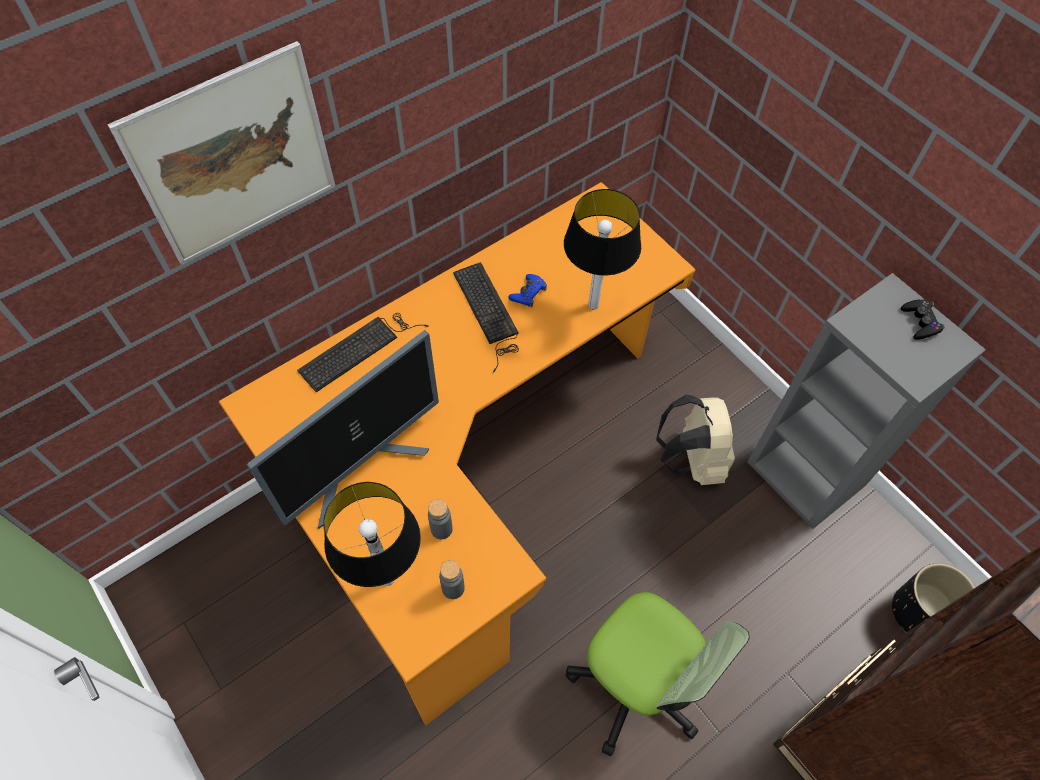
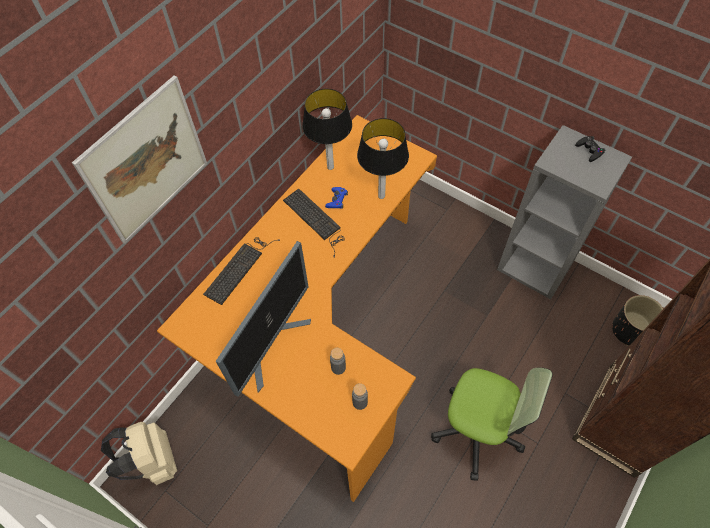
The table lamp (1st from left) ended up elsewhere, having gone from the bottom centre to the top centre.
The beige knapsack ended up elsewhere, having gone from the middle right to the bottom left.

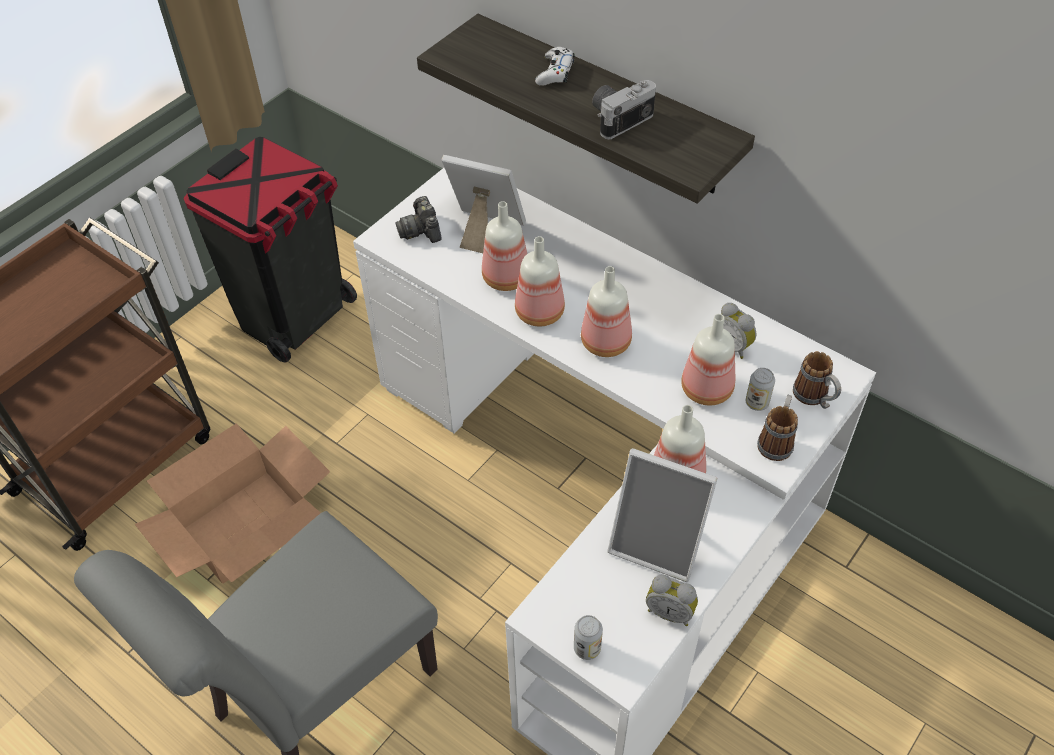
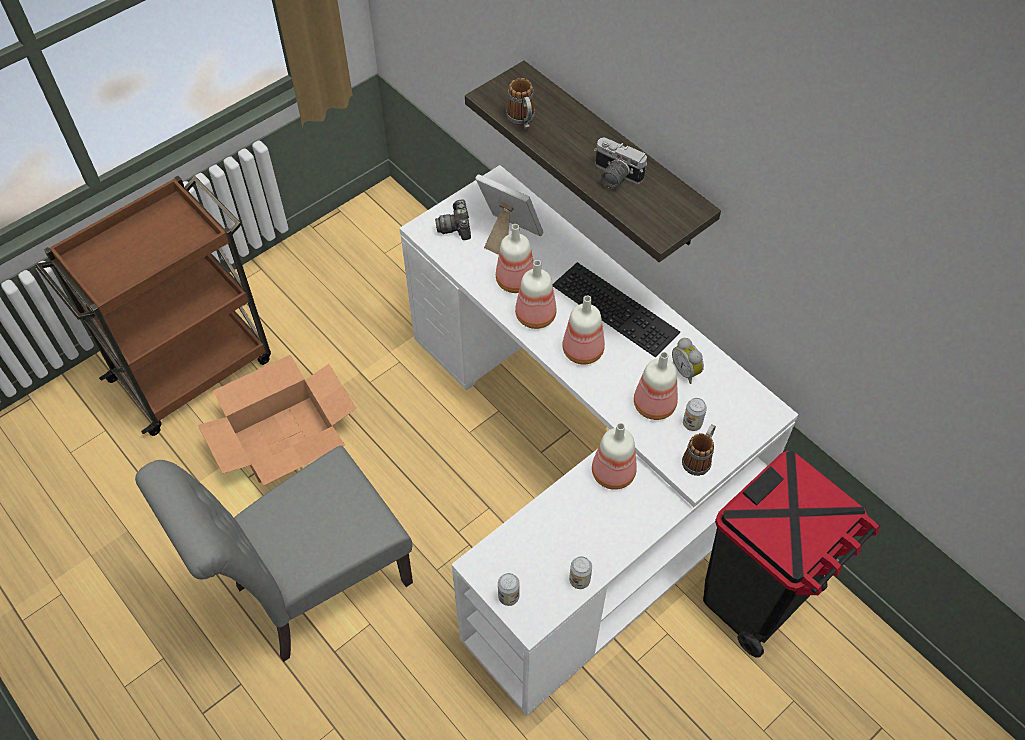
The black-coloured trash can ended up elsewhere, having gone from the top left to the bottom right.
The second view lost the whitish joypad at the top centre.
The still camera (2nd from left) at the top centre ended up facing another way, 120 degrees counterclockwise from before.
The second view lost the picture frame (2nd from left) at the bottom centre.
Where the table clock (1st from left) stood at the bottom centre, the can (2nd from left) came to stand at the bottom centre.
The tea mug (2nd from left in the first image) ended up elsewhere, having gone from the middle right to the top centre.
The second view gained the keyboard at the centre.

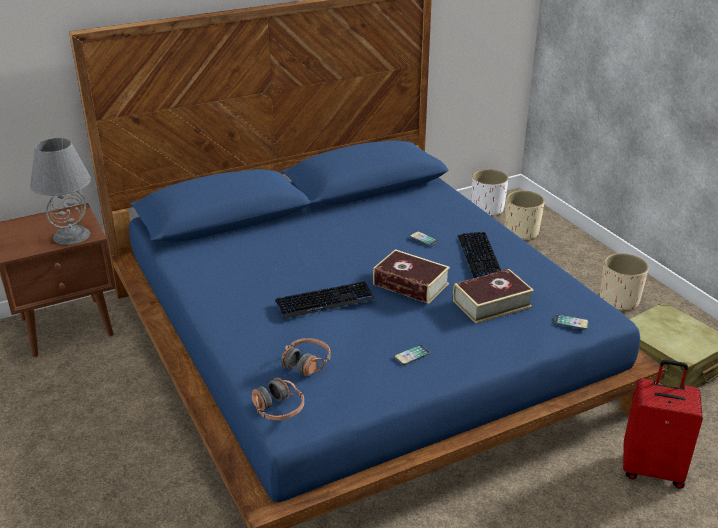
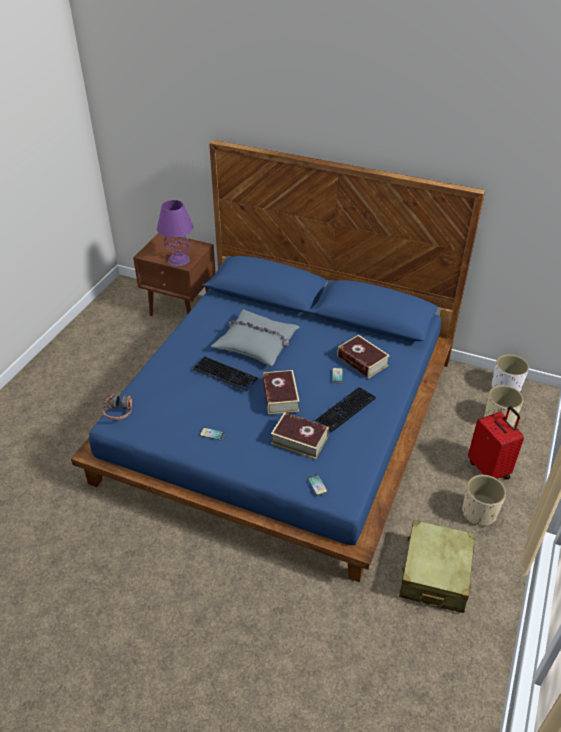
What was the gray table lamp at the middle left turned into the purple-coloured table lamp at the top left.
The second view lost the headset (2nd from left) at the bottom centre.
The reddish piece of luggage ended up elsewhere, having gone from the bottom right to the middle right.
The second view gained the gray throw pillow at the centre.
The second view gained the book (3rd from left) at the centre.

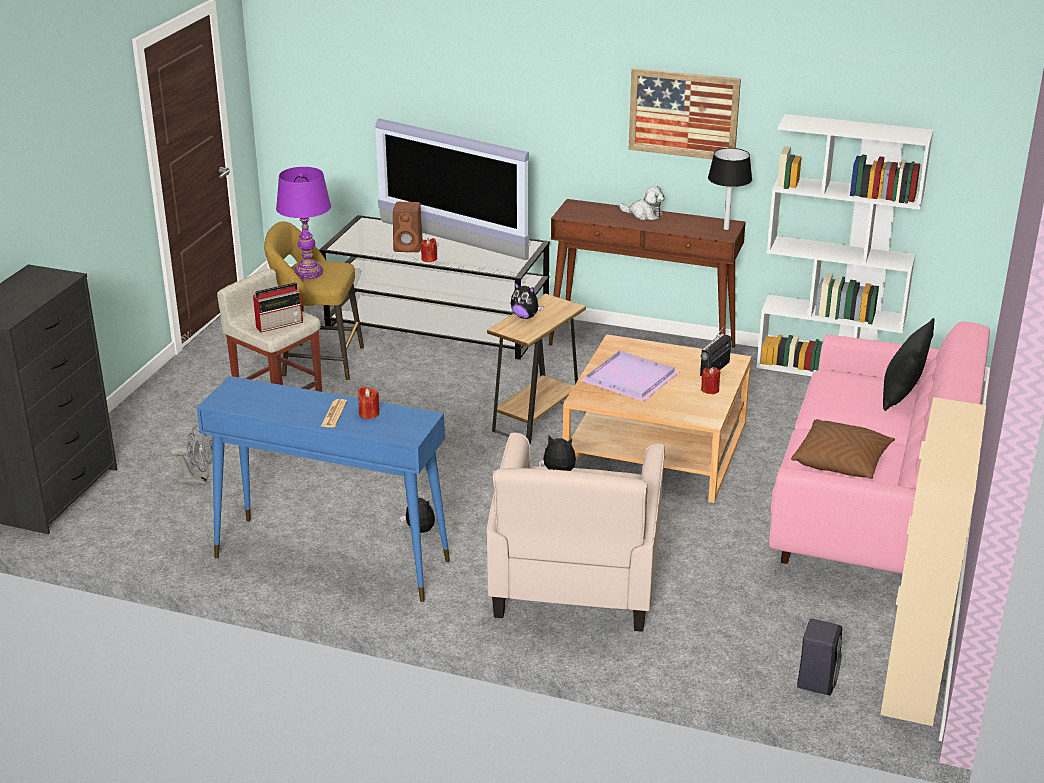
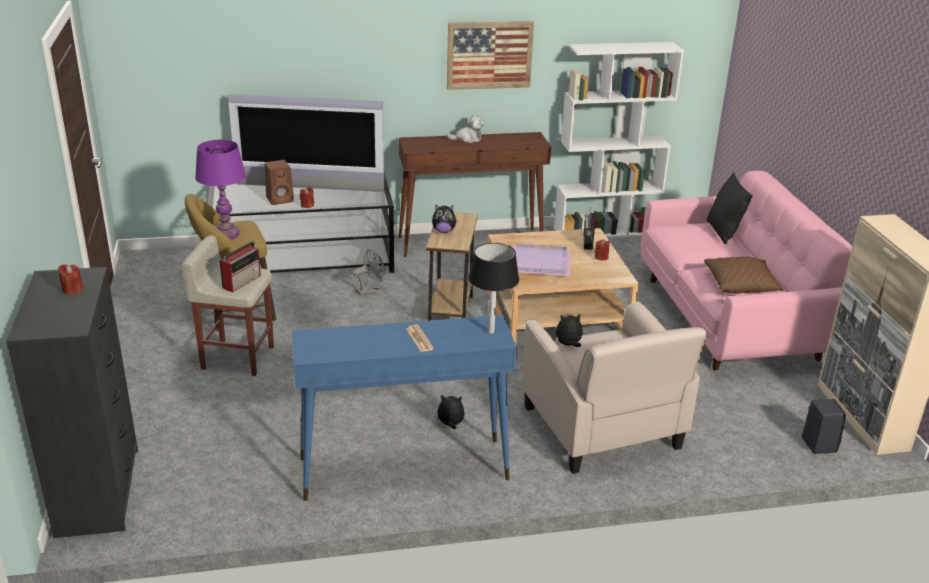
The gray electric fan ended up elsewhere, having gone from the middle left to the centre.
The reddish wax candle (1st from left) ended up elsewhere, having gone from the centre to the middle left.
The black-coloured table lamp ended up elsewhere, having gone from the top right to the centre.

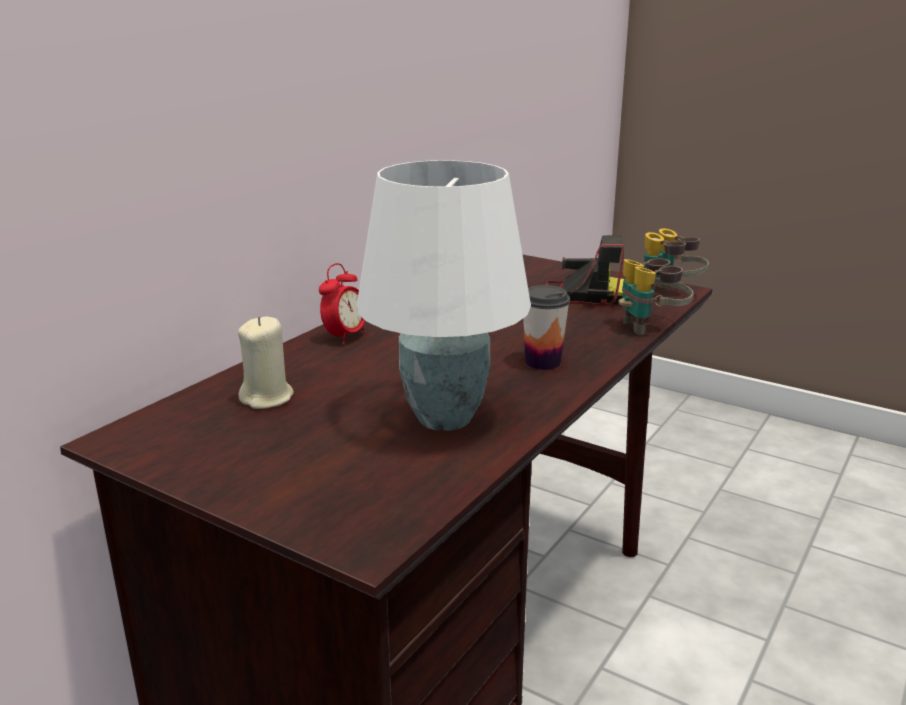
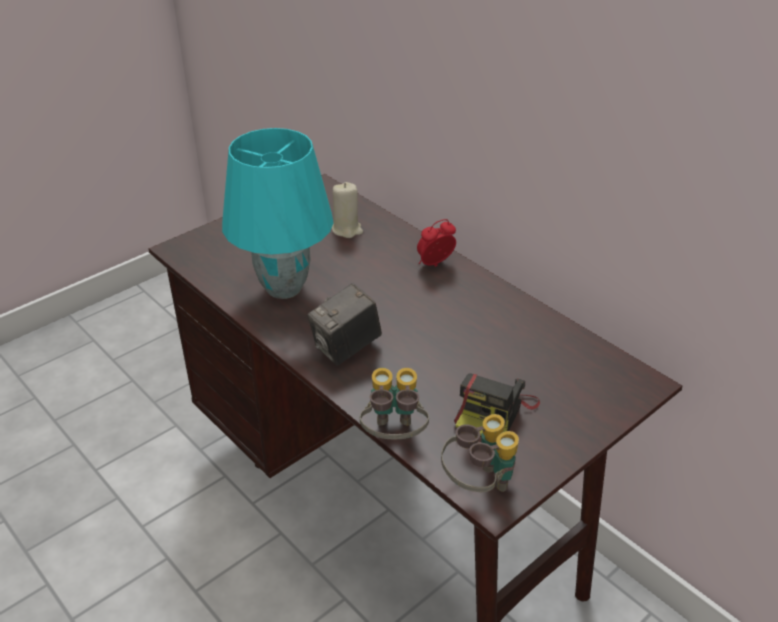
The table clock at the centre ended up facing another way, 105 degrees clockwise from before.
What was the whitish table lamp at the centre turned into the blue-green table lamp at the centre.
Where the drinking cup stood at the centre, the still camera (1st from left) came to stand at the centre.

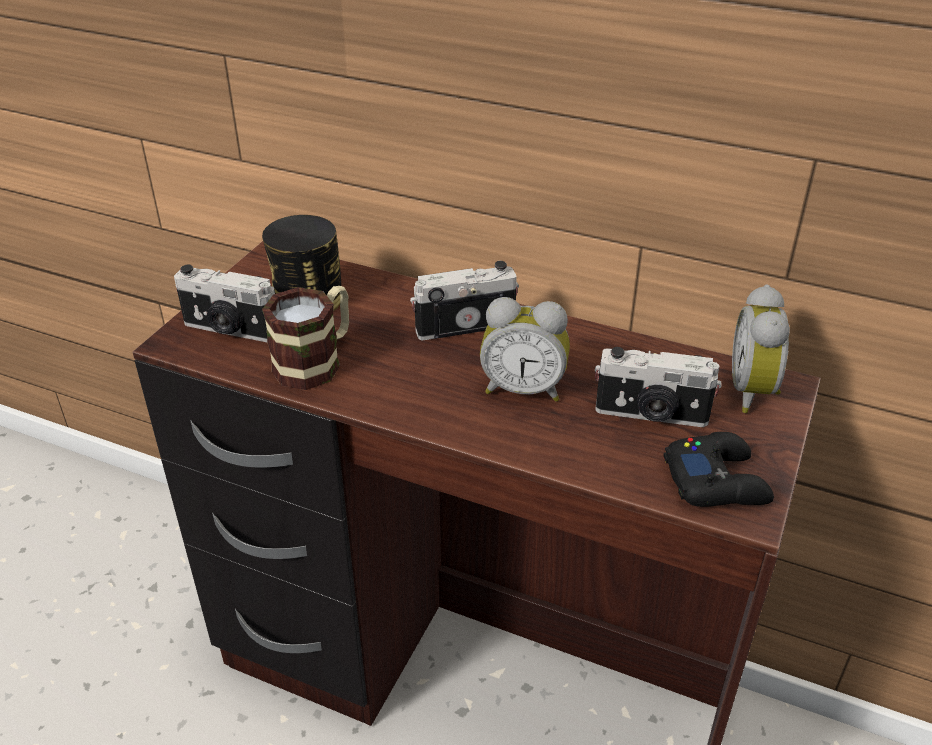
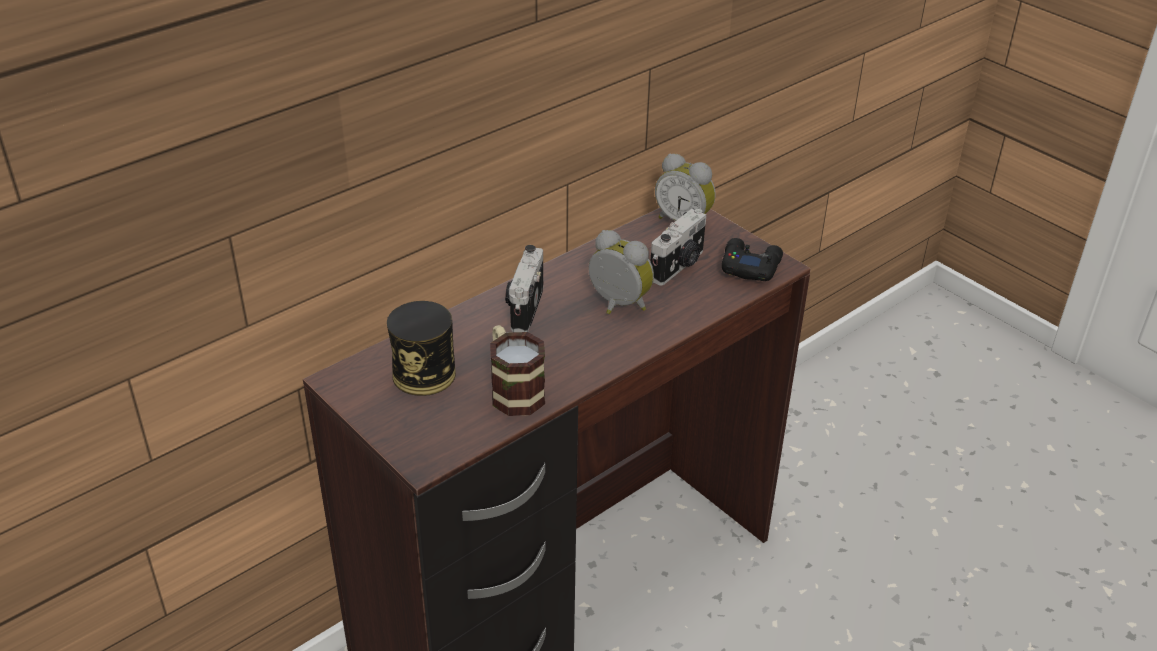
The second view lost the still camera (1st from left) at the middle left.
The table clock (1st from left) at the centre ended up facing another way, 90 degrees counterclockwise from before.

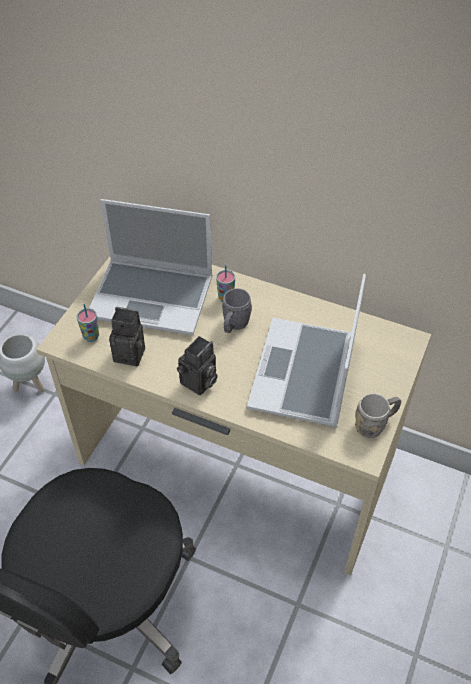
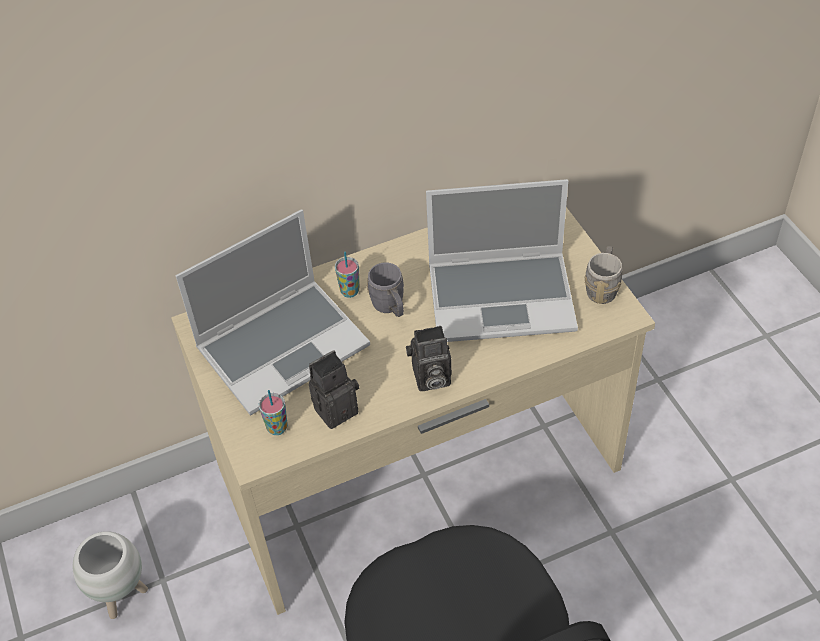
The still camera (2nd from left) at the centre ended up facing another way, 90 degrees clockwise from before.
The notebook computer (2nd from left) at the centre ended up facing another way, 60 degrees counterclockwise from before.

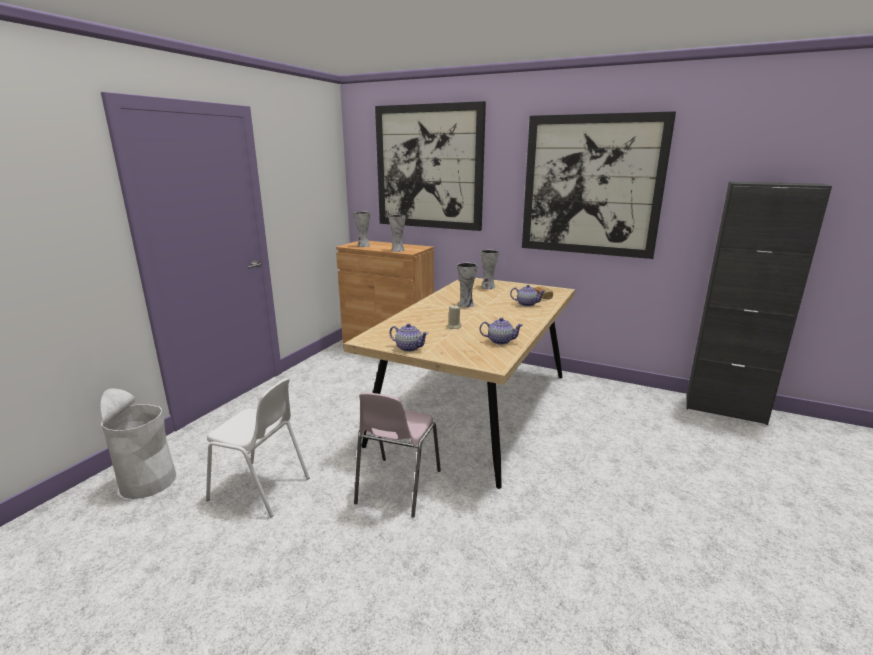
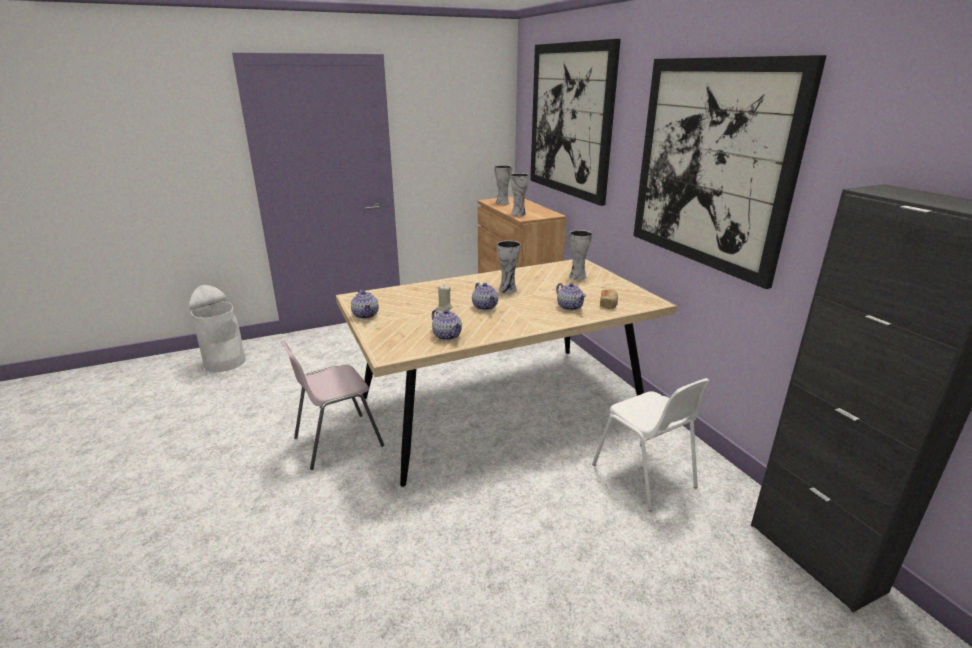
The whitish chair ended up elsewhere, having gone from the bottom left to the bottom right.
The second view gained the teapot (3rd from left) at the centre.

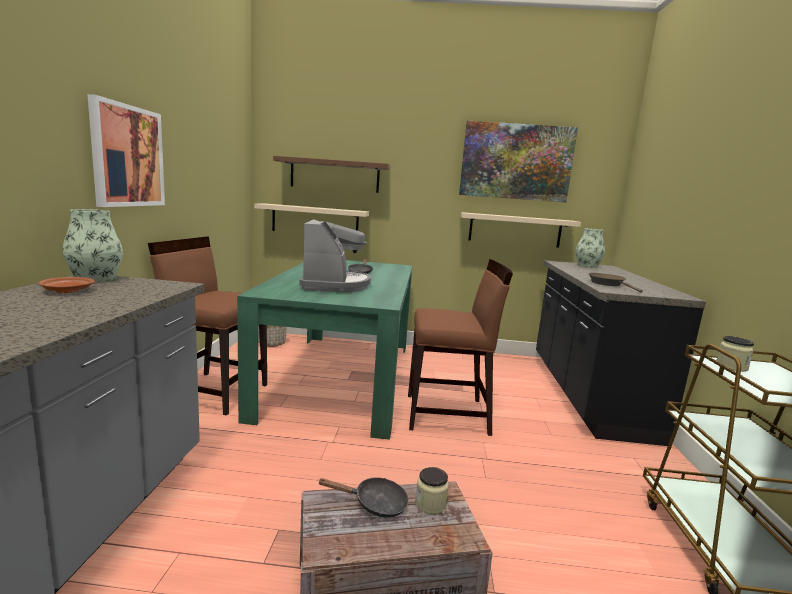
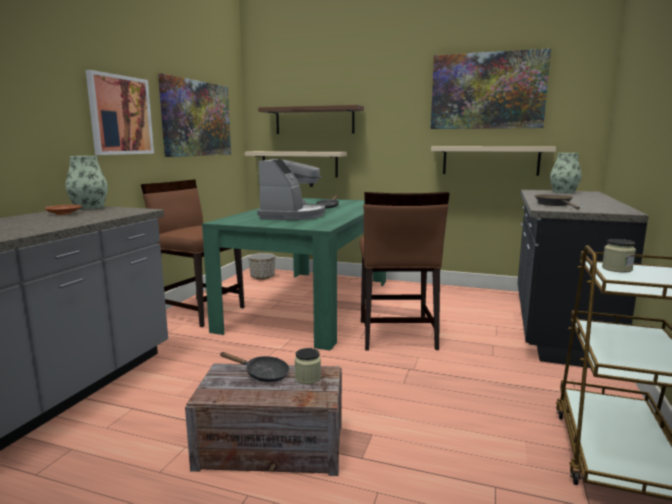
The brownish chair (2nd from left) at the centre ended up facing another way, 75 degrees clockwise from before.
The second view gained the wall art (2nd from left) at the top left.

